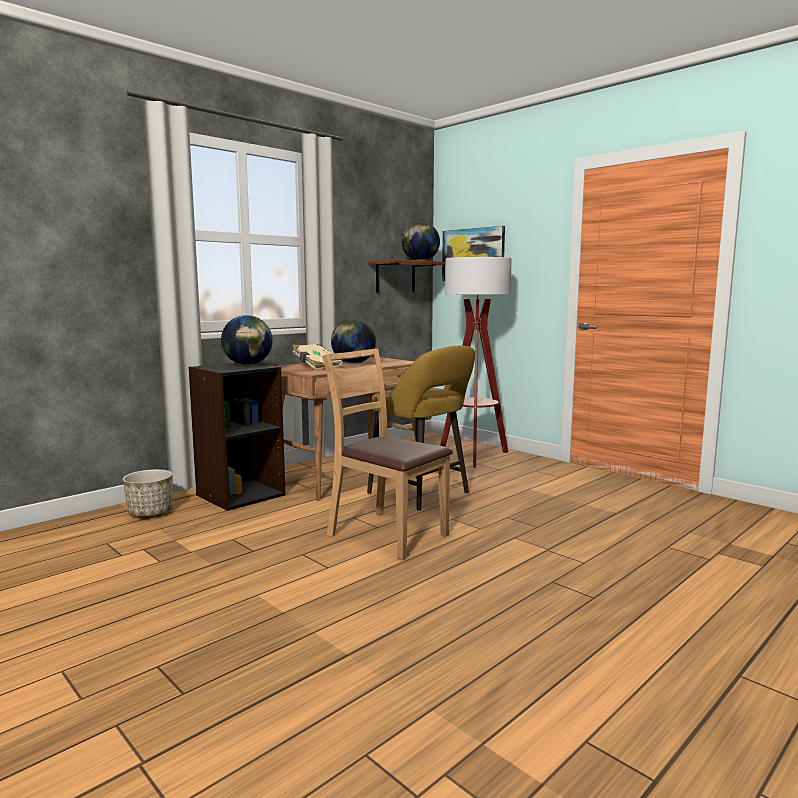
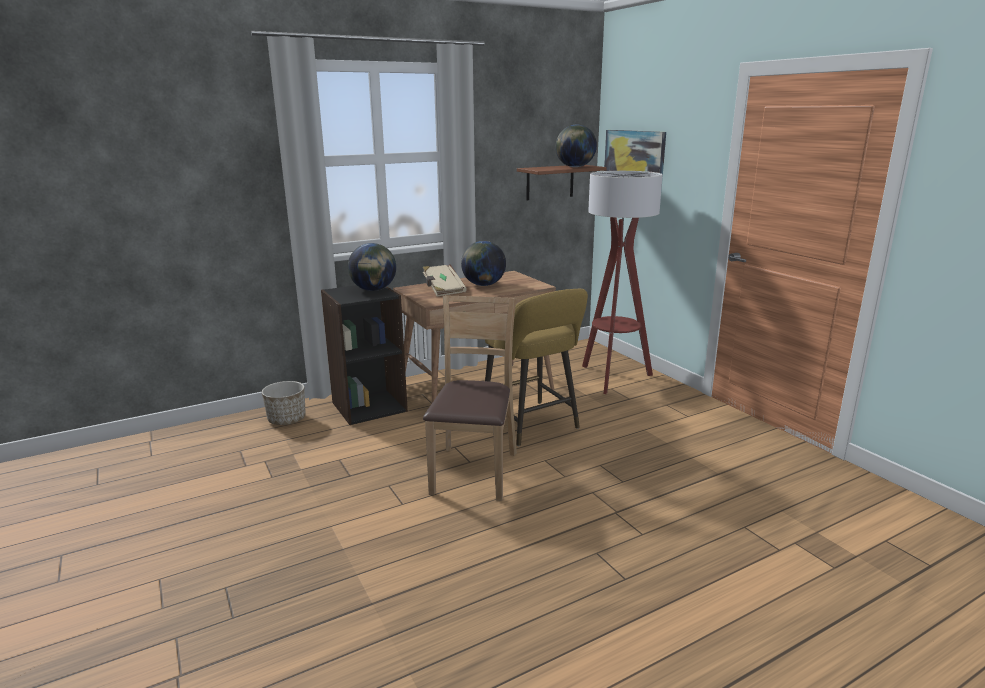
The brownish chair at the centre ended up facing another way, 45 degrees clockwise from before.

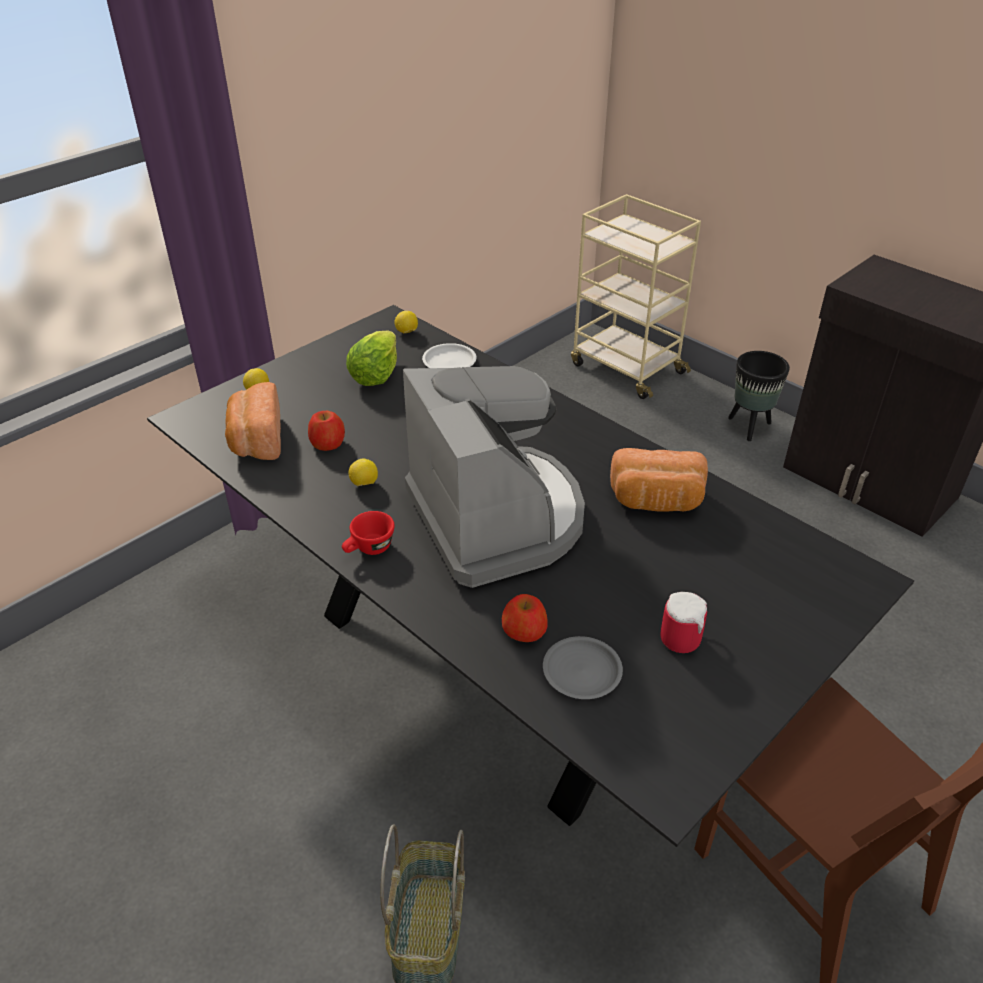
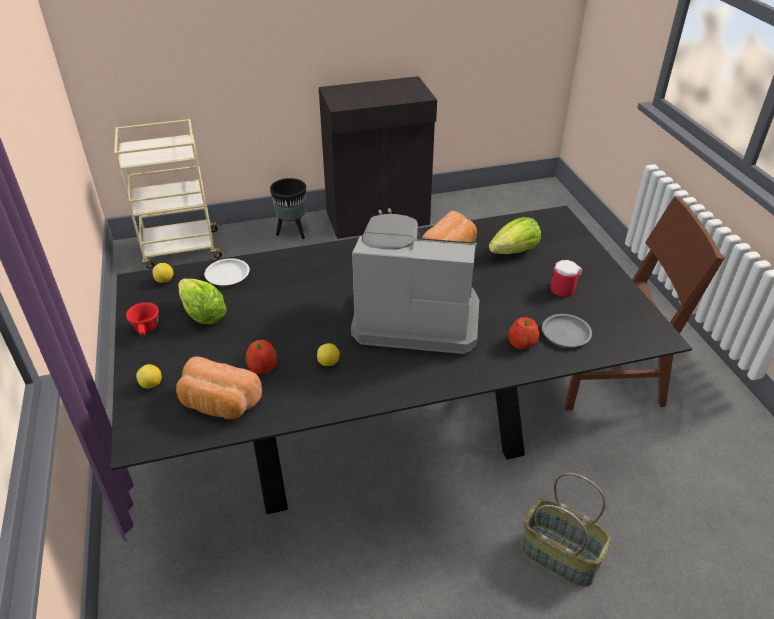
The reddish drinking cup ended up elsewhere, having gone from the centre to the middle left.
The second view gained the lettuce head (2nd from left) at the centre.

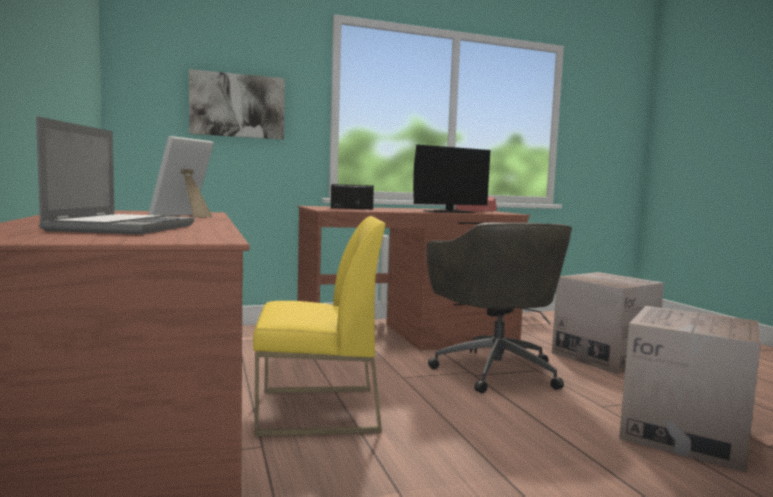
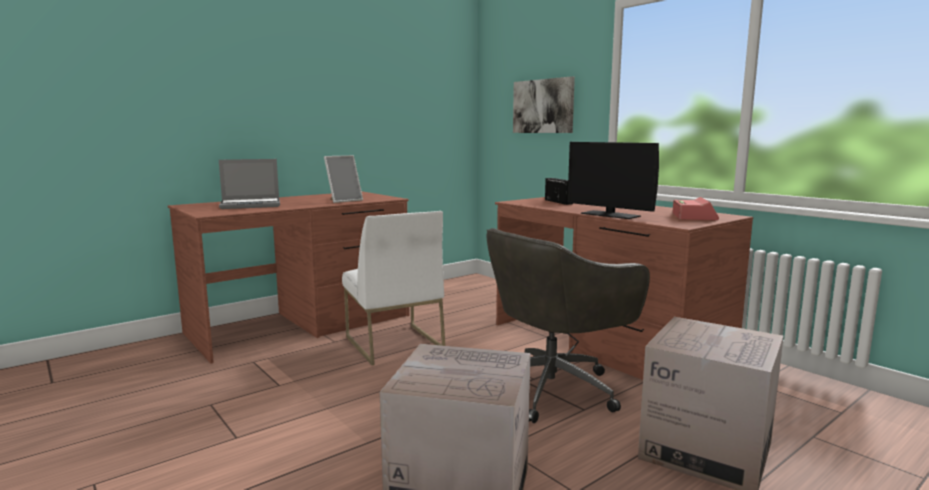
The picture frame at the middle left ended up facing another way, 135 degrees clockwise from before.
What was the yellow chair at the centre turned into the whitish chair at the centre.

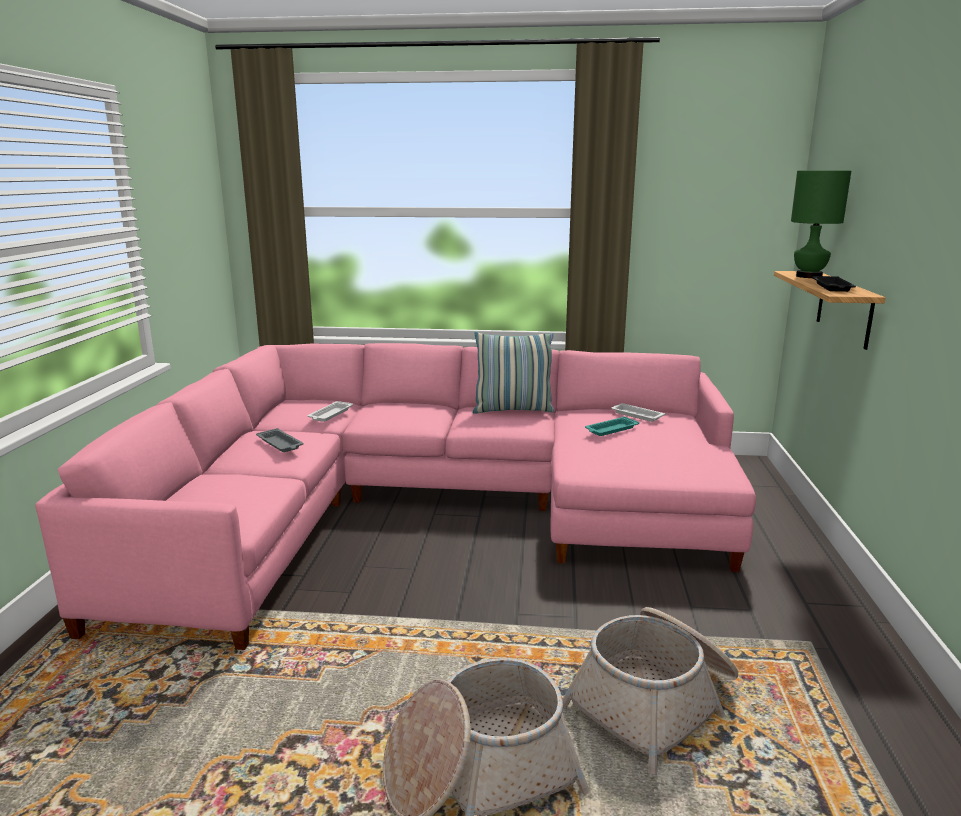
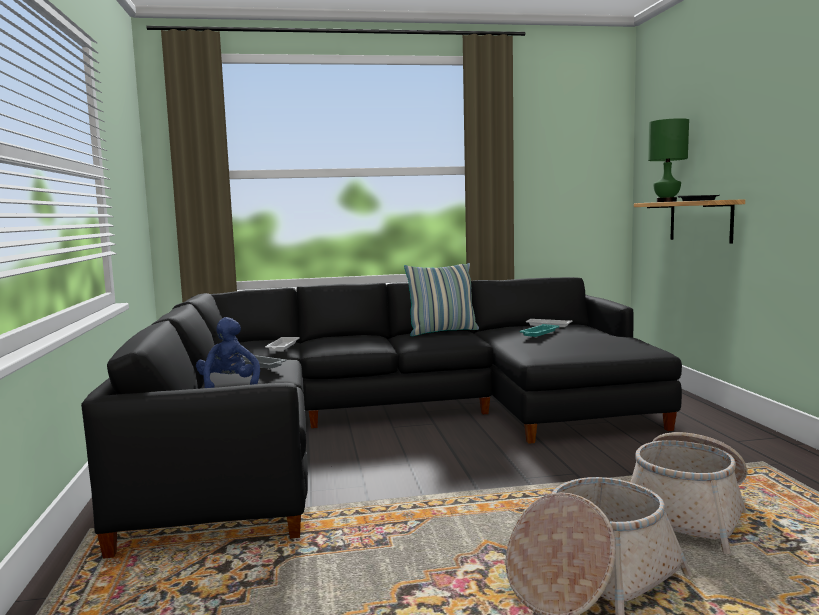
What was the pinkish sofa at the centre turned into the black-coloured sofa at the bottom centre.
The second view gained the bluish cuddly toy at the middle left.

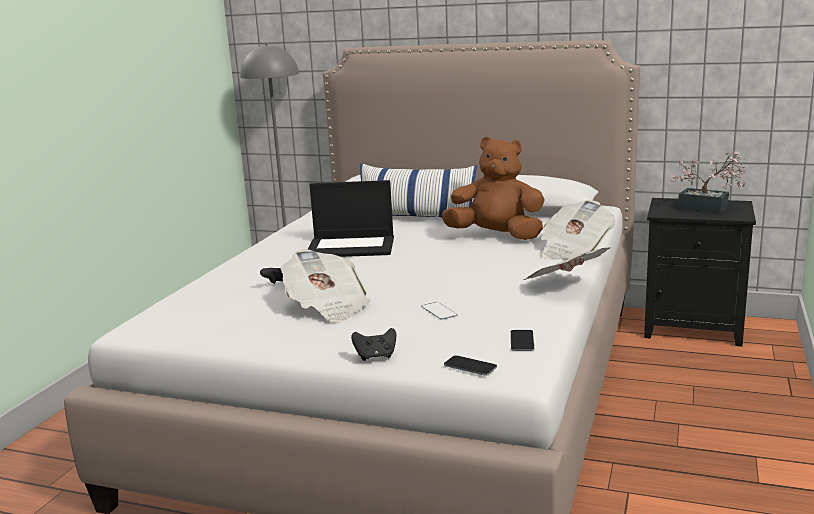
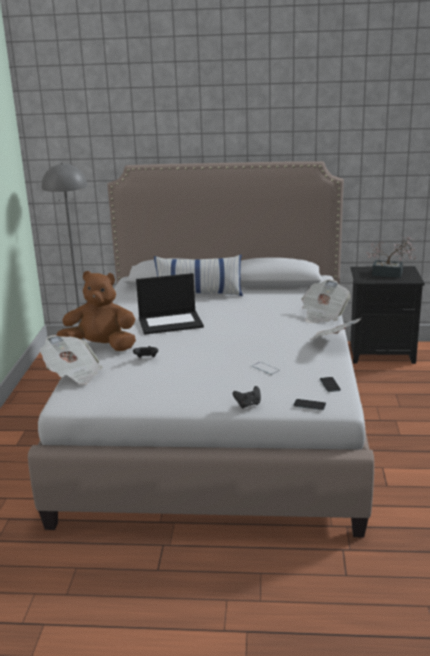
The newspaper (1st from left) ended up elsewhere, having gone from the centre to the middle left.
The brownish cuddly toy ended up elsewhere, having gone from the centre to the middle left.

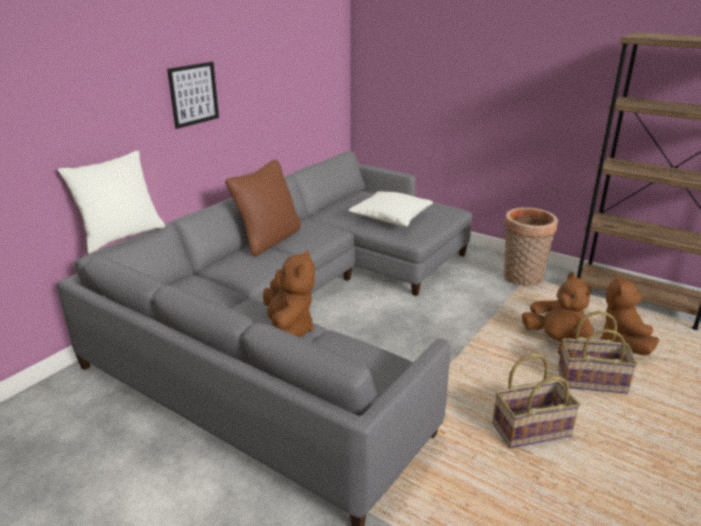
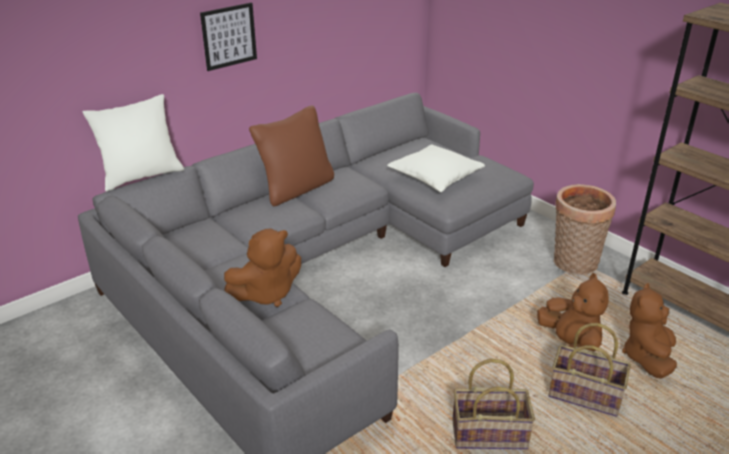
The brownish cuddly toy (1st from left) at the centre ended up facing another way, 45 degrees clockwise from before.

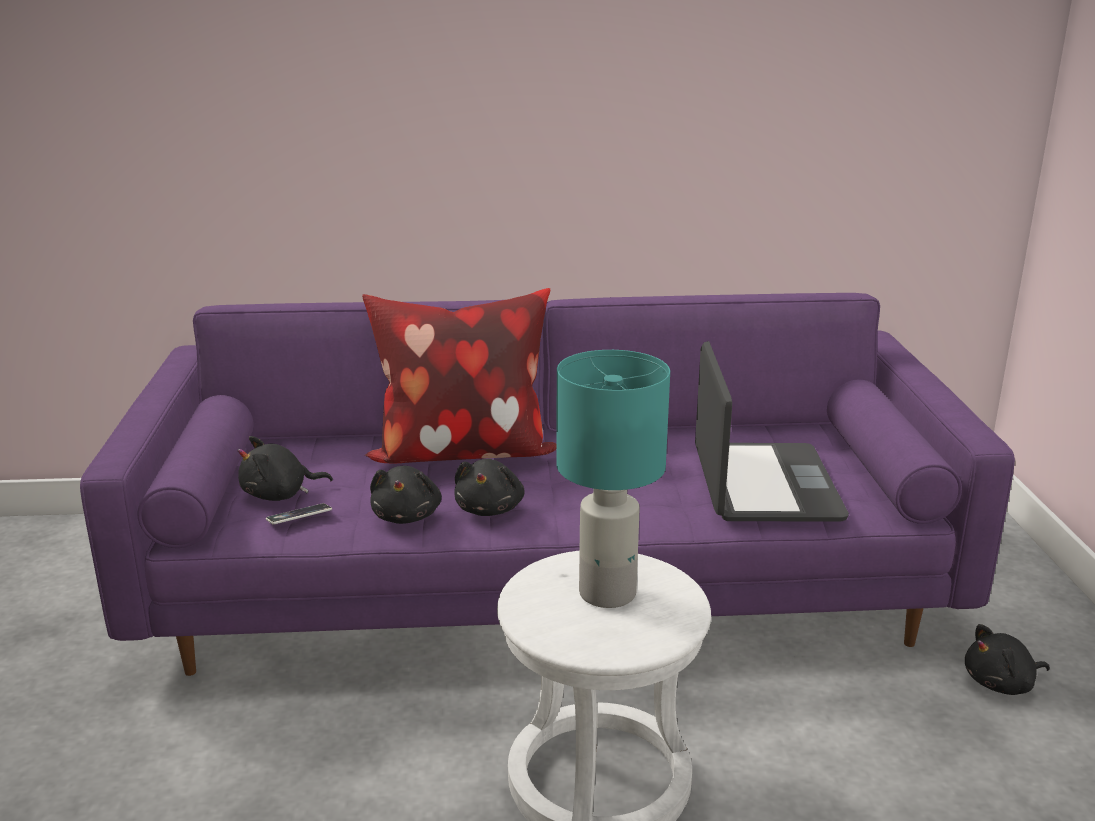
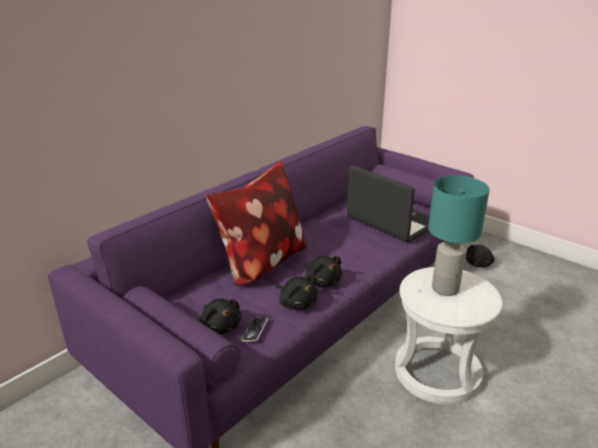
The black-coloured cuddly toy (1st from left) at the middle left ended up facing another way, 60 degrees counterclockwise from before.

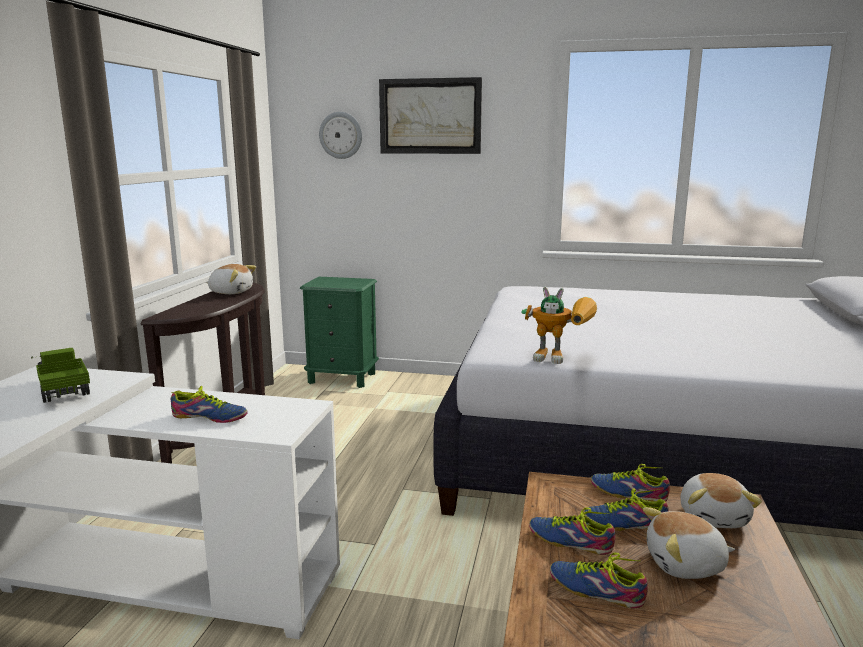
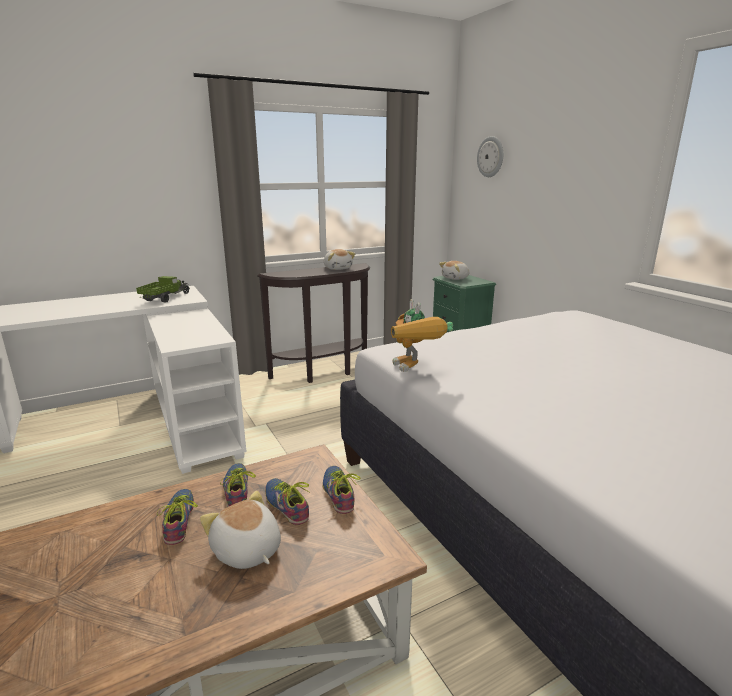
The second view lost the item of footwear (1st from left) at the middle left.
The second view lost the wall art at the top centre.
The cuddly toy (3rd from left) ended up elsewhere, having gone from the bottom right to the centre.

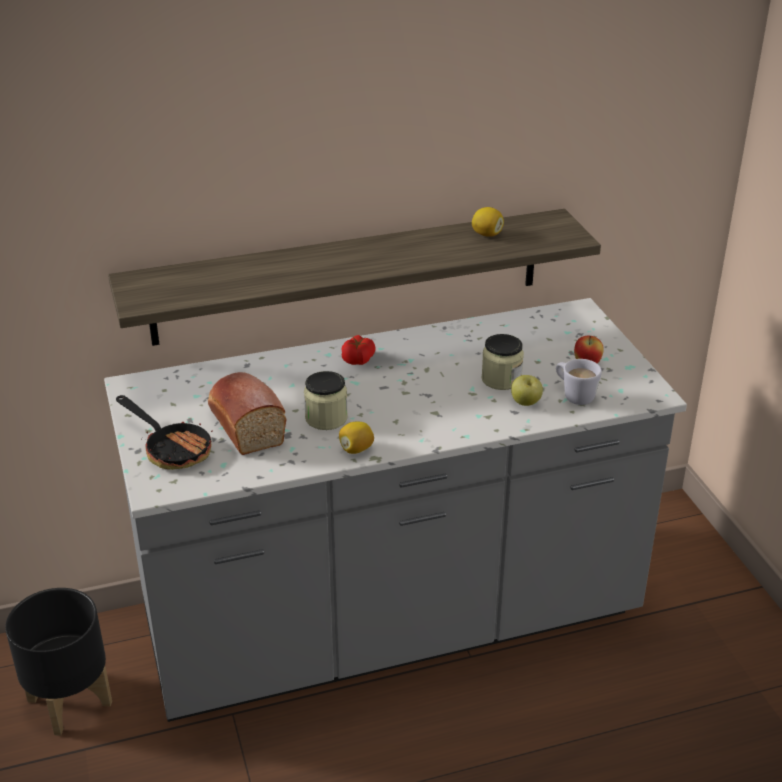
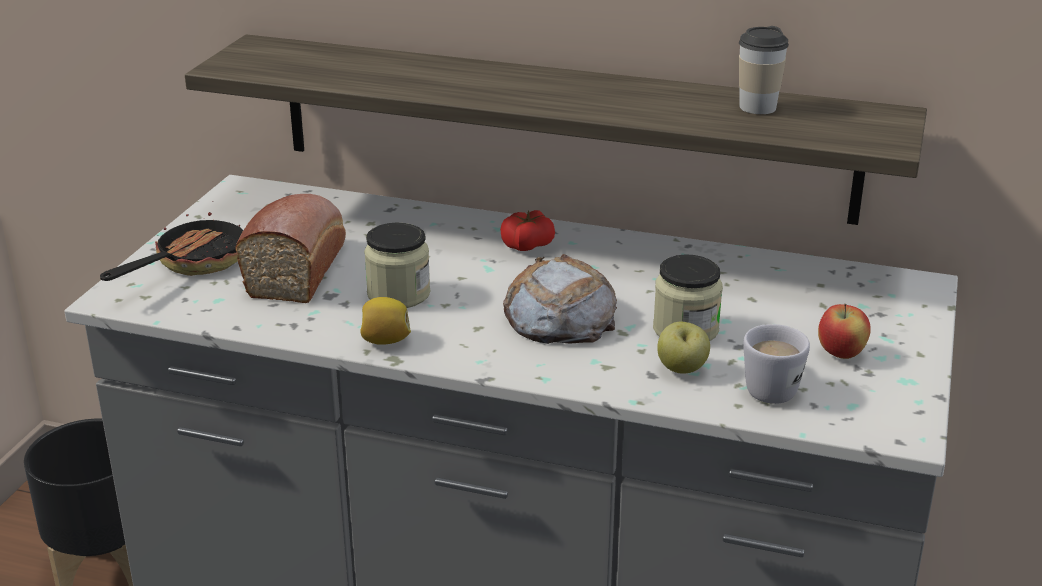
The skillet at the middle left ended up facing another way, 135 degrees counterclockwise from before.
Where the whole lemon (2nd from left) stood at the top centre, the drinking cup came to stand at the top right.
The second view gained the bread (2nd from left) at the centre.

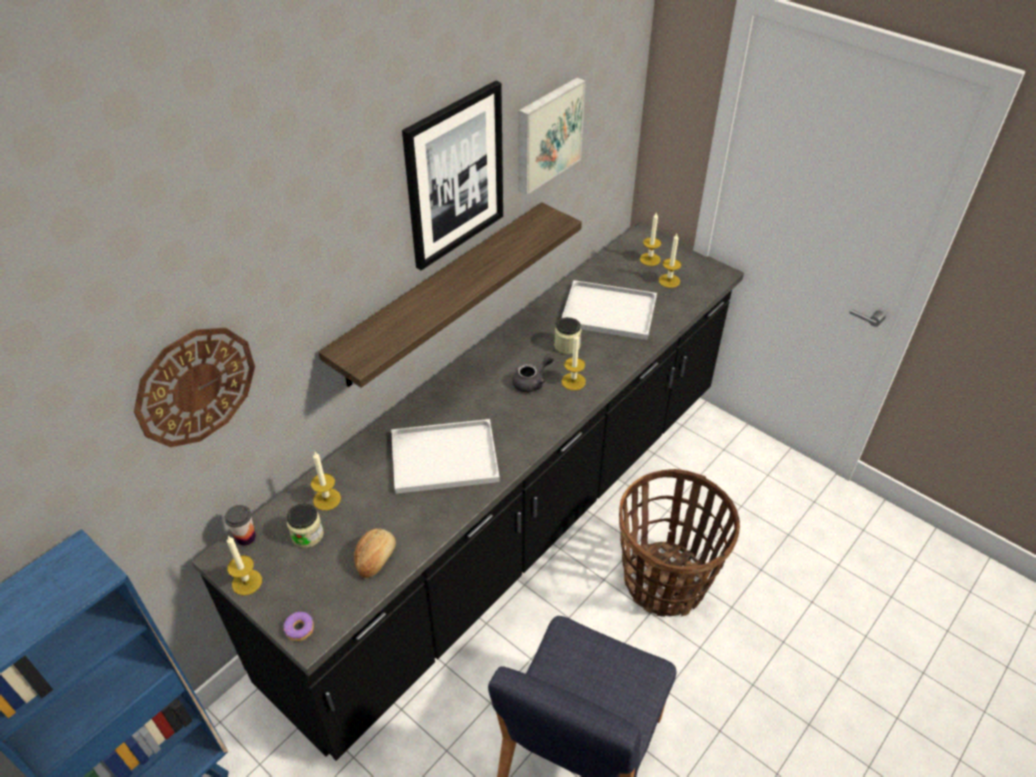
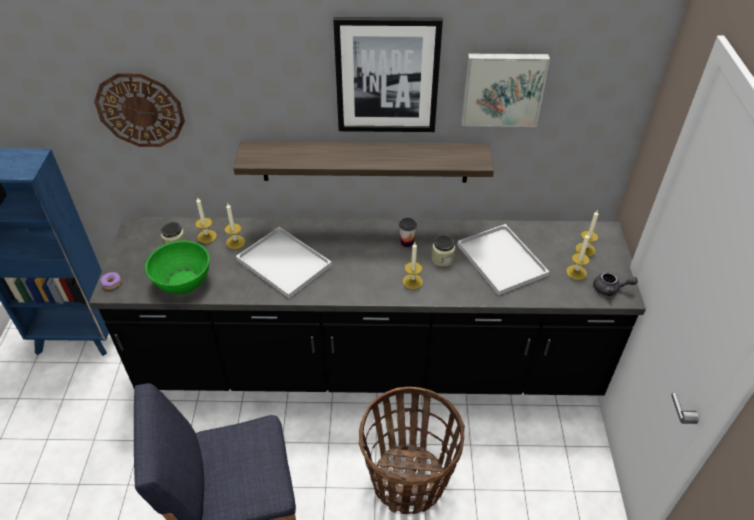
The drinking cup ended up elsewhere, having gone from the bottom left to the centre.
The wax candle (1st from left in the first image) ended up elsewhere, having gone from the bottom left to the middle left.
Where the bread stood at the bottom centre, the green-coloured serving bowl came to stand at the middle left.
The gray teapot ended up elsewhere, having gone from the centre to the middle right.

